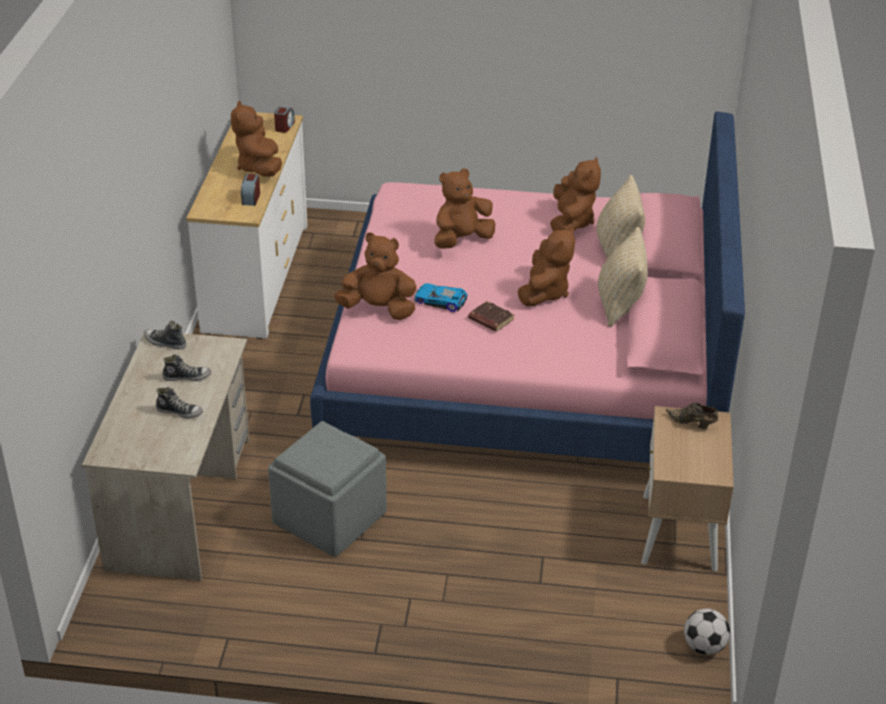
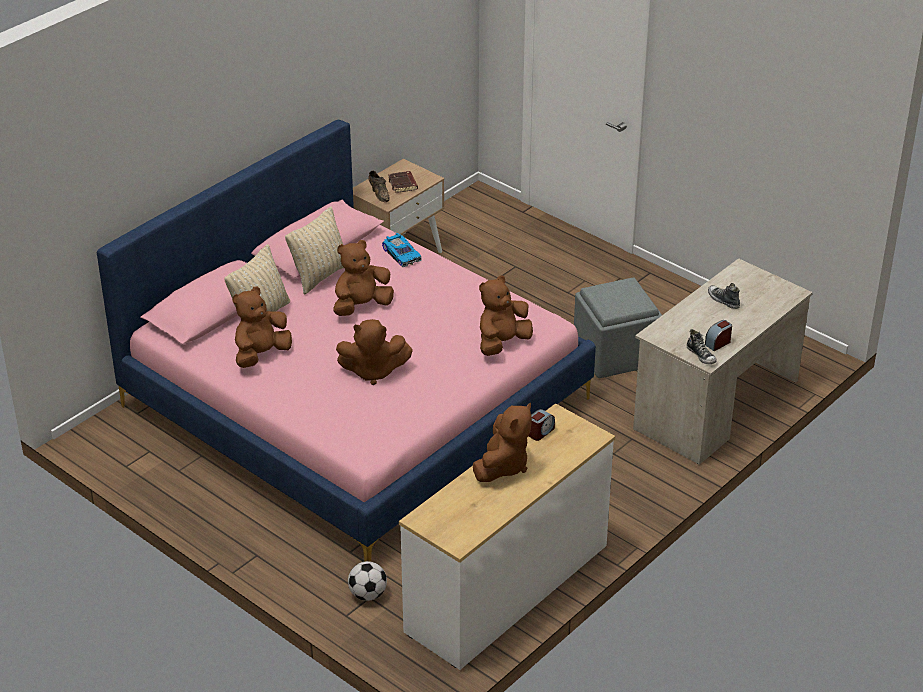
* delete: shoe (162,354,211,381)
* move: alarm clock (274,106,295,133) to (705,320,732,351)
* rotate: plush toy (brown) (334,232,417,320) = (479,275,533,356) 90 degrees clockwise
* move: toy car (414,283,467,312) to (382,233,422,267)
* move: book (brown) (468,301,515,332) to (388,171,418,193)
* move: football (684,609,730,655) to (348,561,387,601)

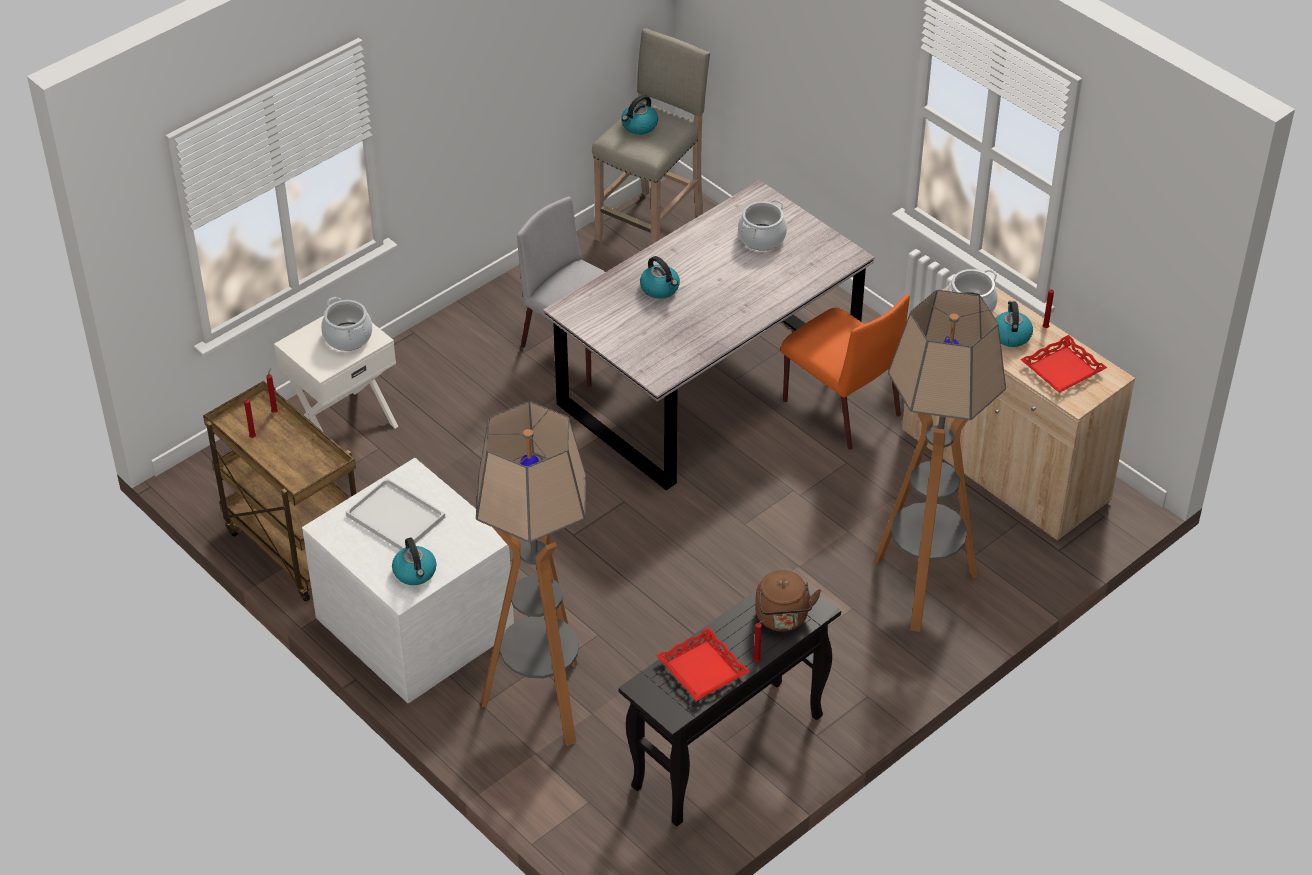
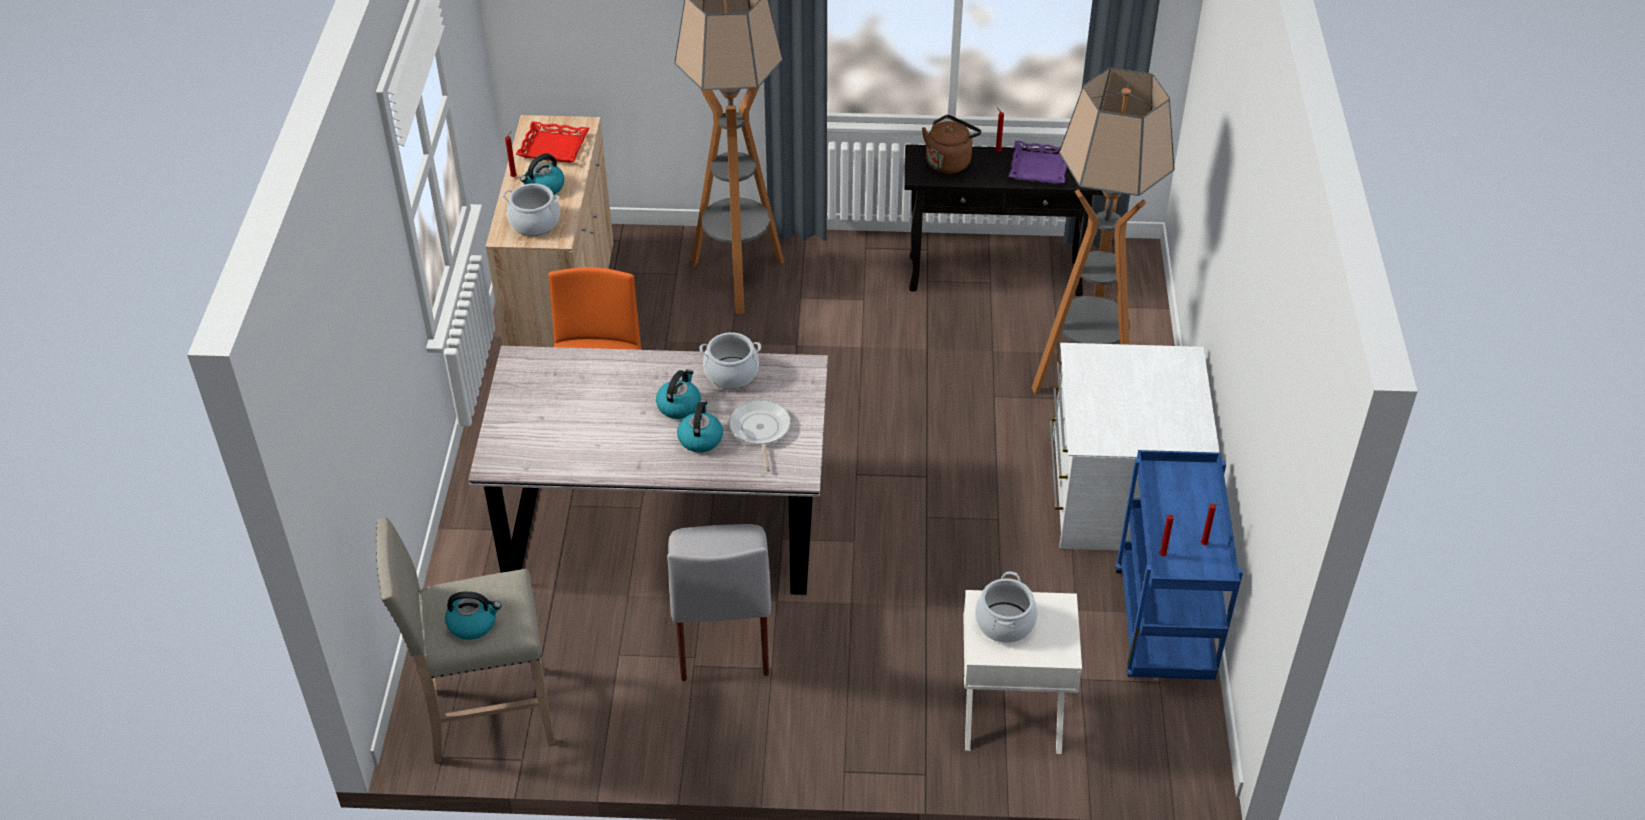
* recolor: cart (brown) (203,381,356,602) to cart (blue) (1115,450,1243,680)
* delete: tray (white) (346,478,445,550)
* move: kettle (392,538,437,585) to (656,369,701,419)
* recolor: tray (red) (656,627,750,701) to tray (purple) (1009,141,1067,184)
* move: cooking pot (738,200,787,251) to (699,332,761,389)
* insert: frying pan (729,400,791,472)

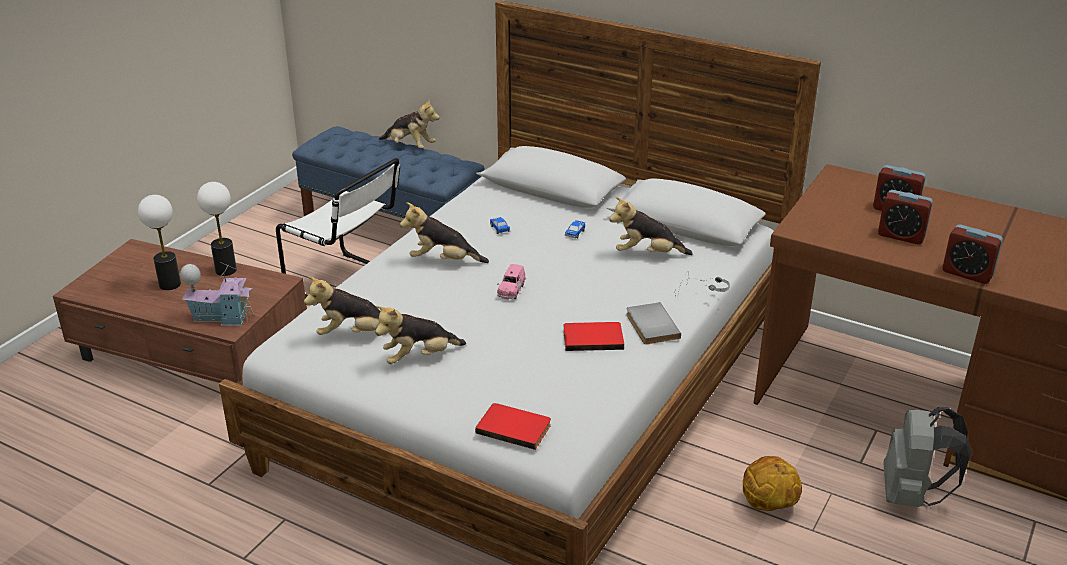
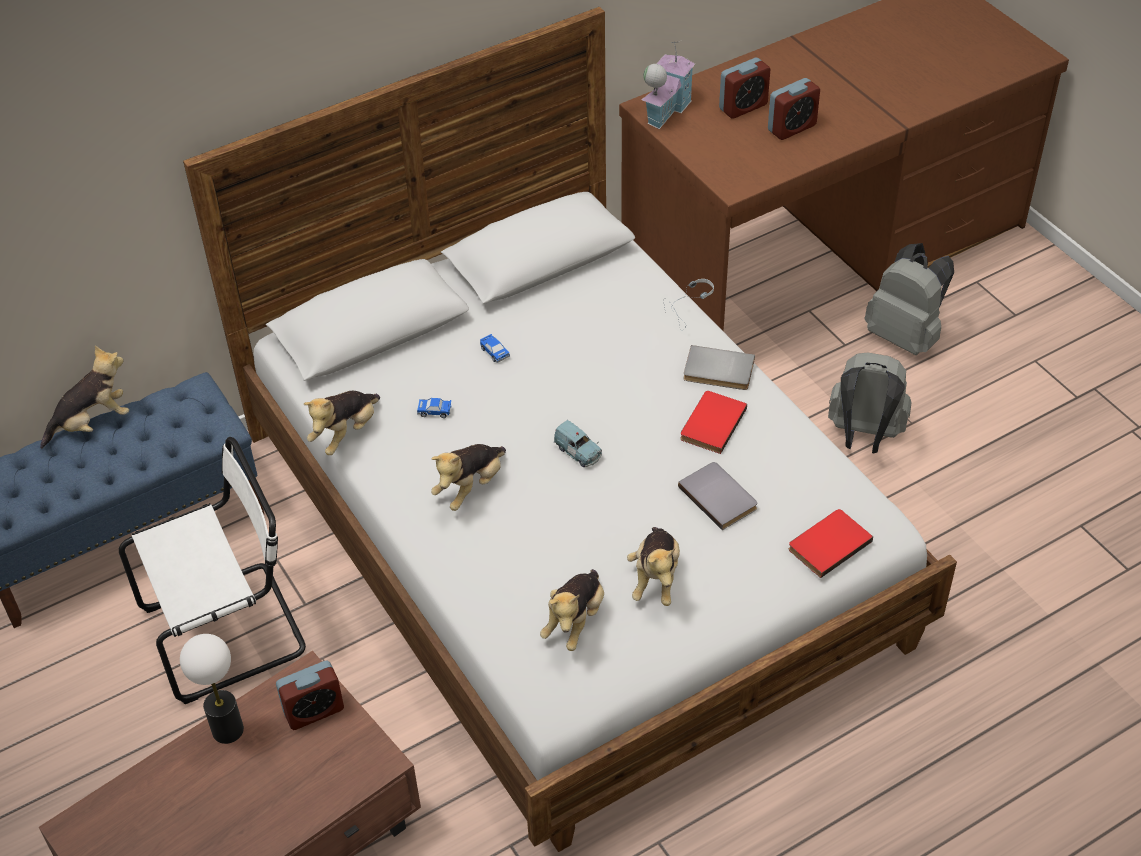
* delete: table lamp (138,195,181,290)
* move: toy house (180,262,254,326) to (641,40,695,129)
* recolor: toy car (pink) (497,264,526,300) to toy car (blue) (554,420,602,467)
* move: plush toy (609,197,692,255) to (304,391,380,455)
* replace: basketball (743,456,802,511) to backpack (grey) (828,353,912,453)
* move: alarm clock (942,224,1003,284) to (276,660,344,730)
* insert: book (grey) (678,462,757,530)

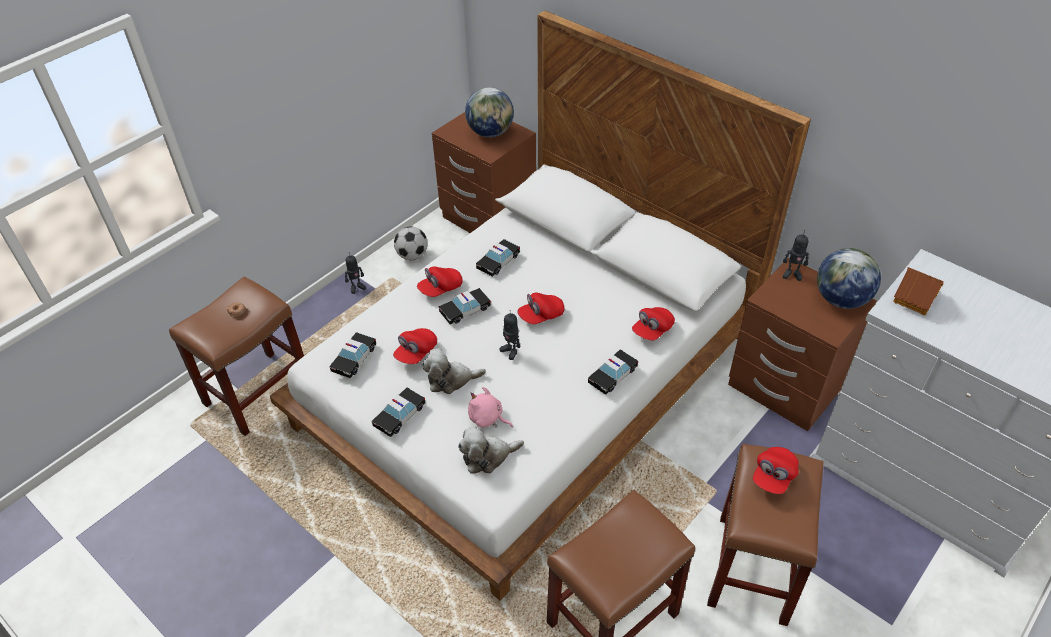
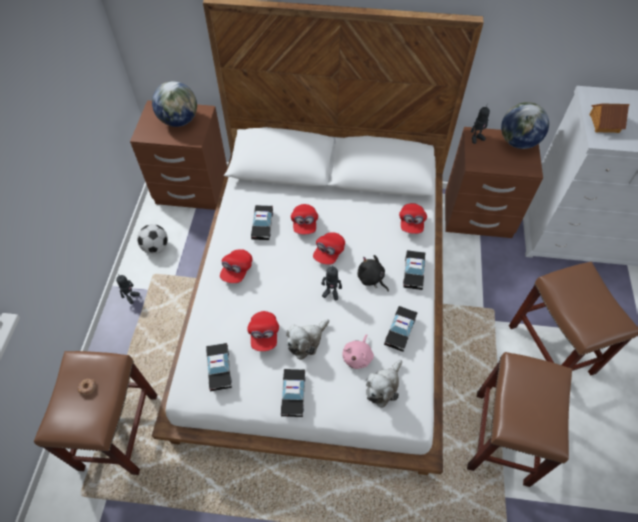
* move: toy car (439,288,491,324) to (384,306,418,352)
* rotate: plush toy (pink) (468,387,513,428) = (342,334,374,369) 60 degrees counterclockwise
* move: cap (red) (753,447,799,494) to (291,204,318,234)
* insert: plush toy (black) (358,255,389,292)

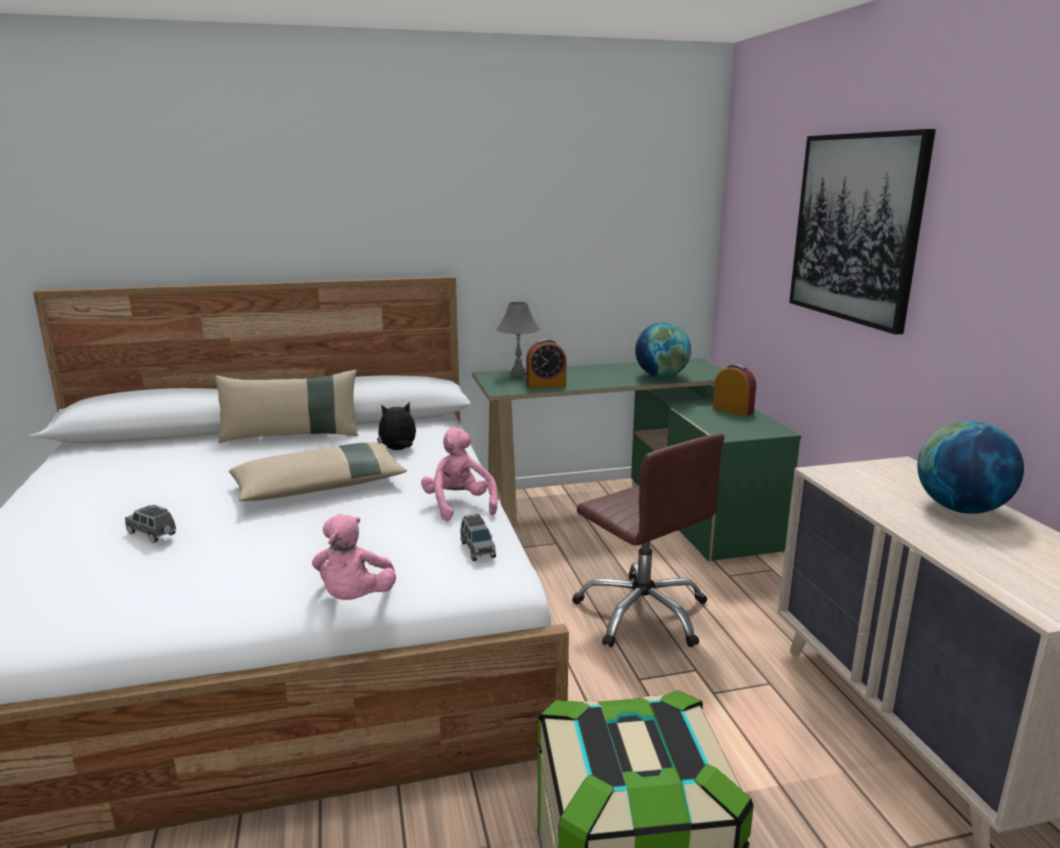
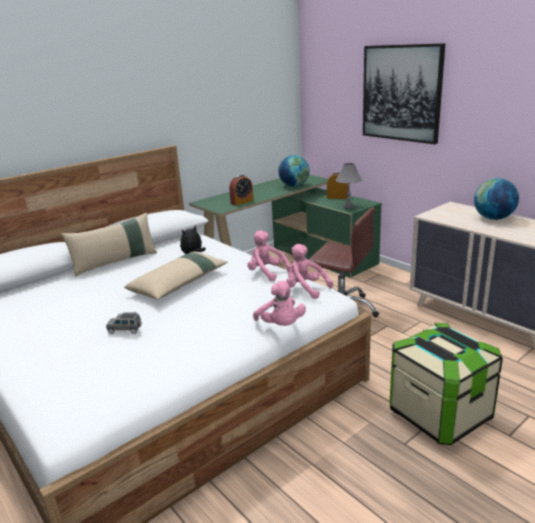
* replace: toy car (grey) (460,514,496,561) to plush toy (pink) (286,244,333,299)
* move: table lamp (grey) (496,302,540,376) to (336,163,362,209)

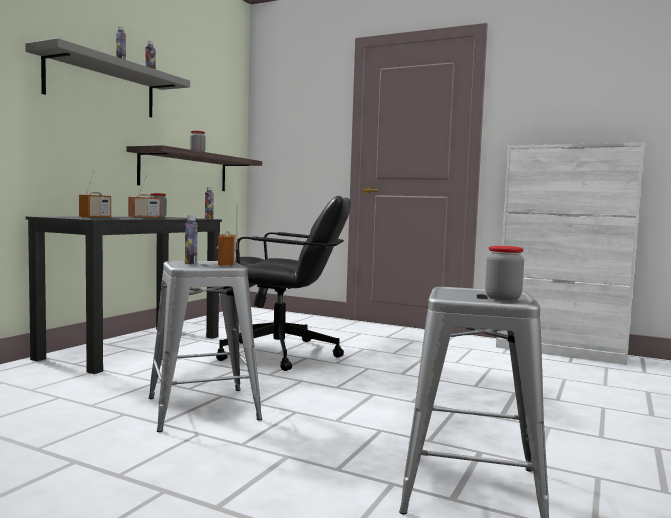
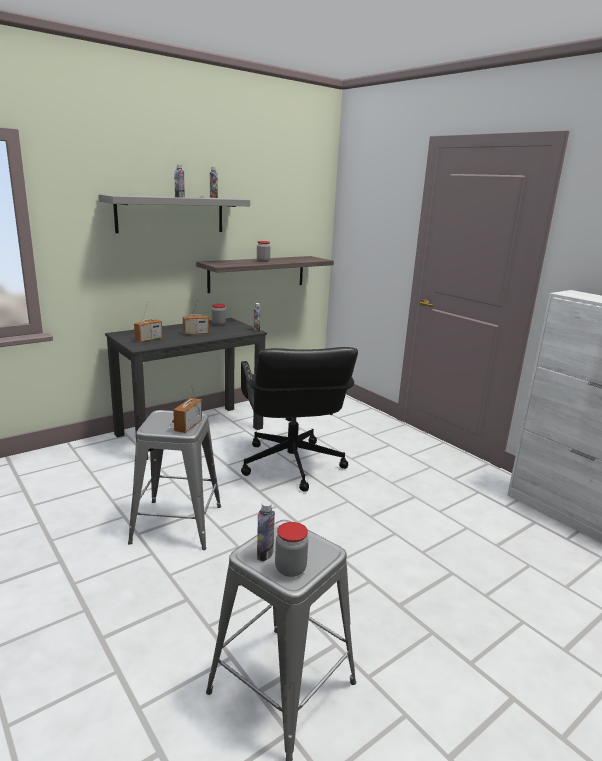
* move: bottle (185,215,198,264) to (257,501,275,562)
* rotate: office chair (black) (216,196,351,371) = (241,347,358,492) 45 degrees clockwise

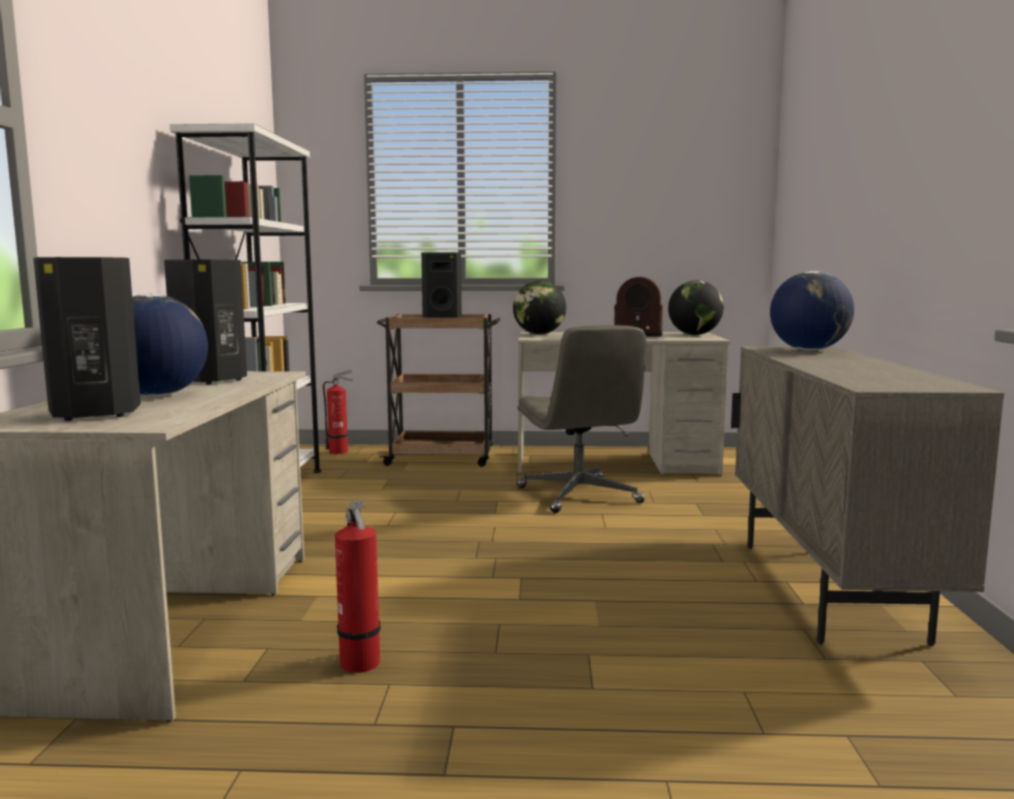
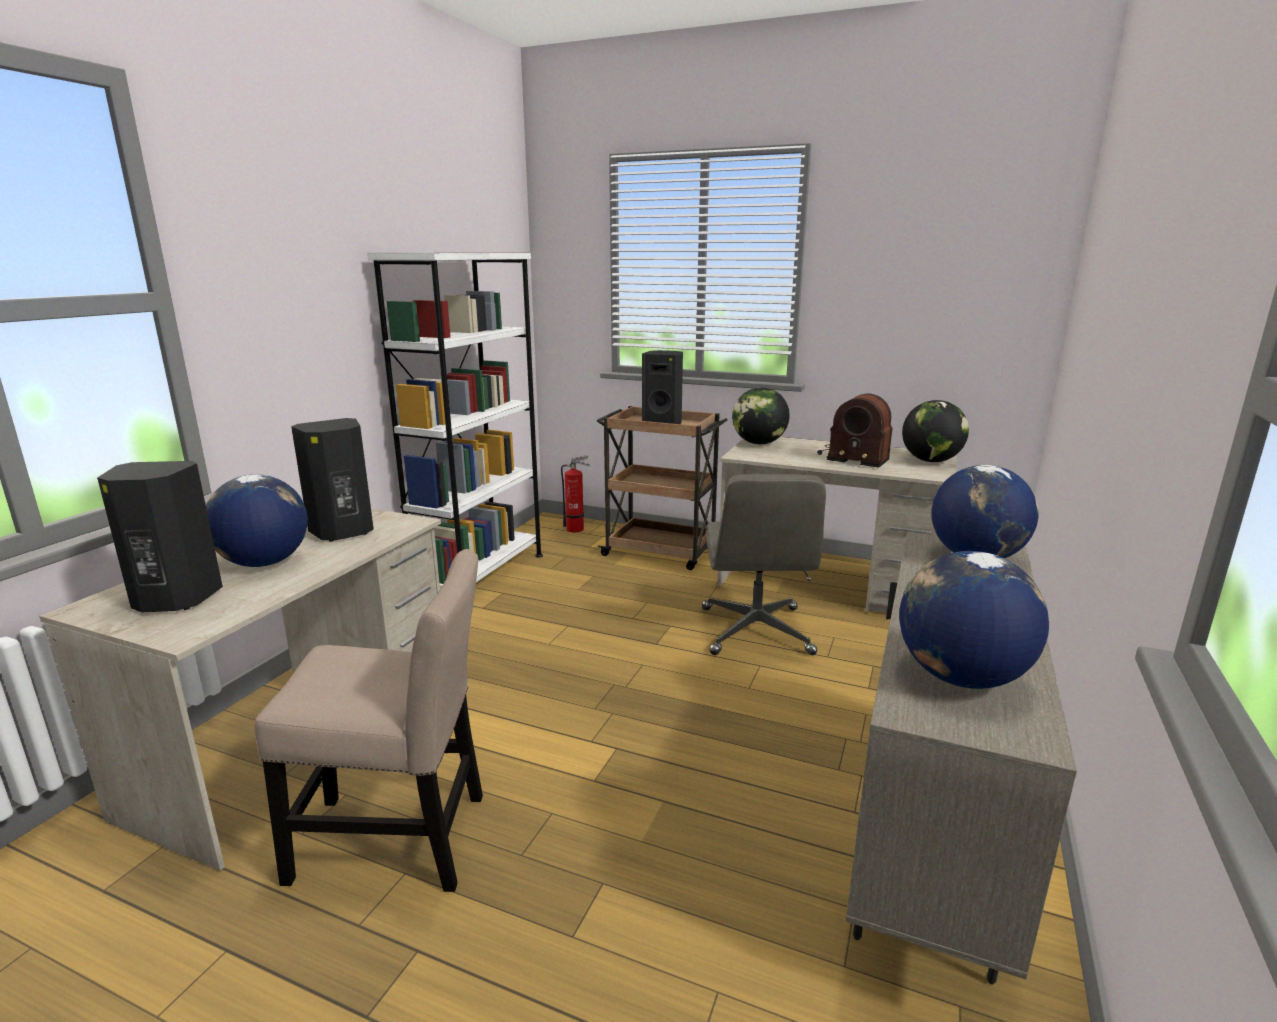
* replace: fire extinguisher (335,501,380,673) to chair (beige) (255,549,483,892)
* insert: globe (899,551,1049,689)

